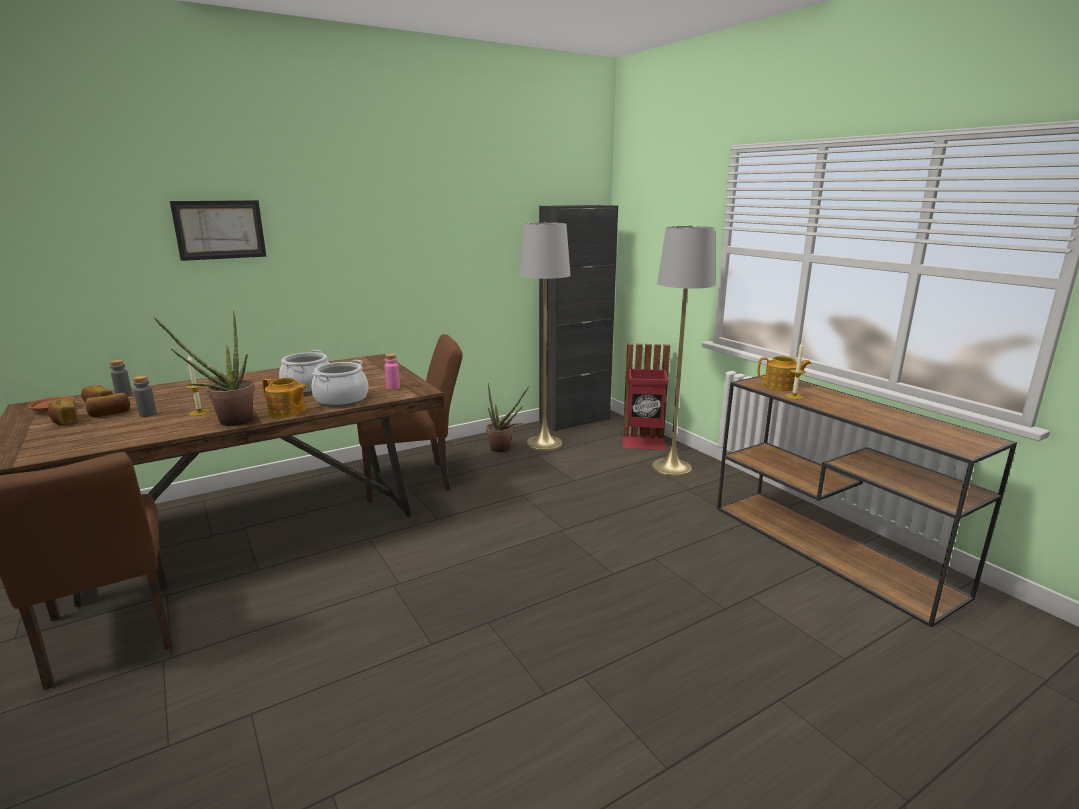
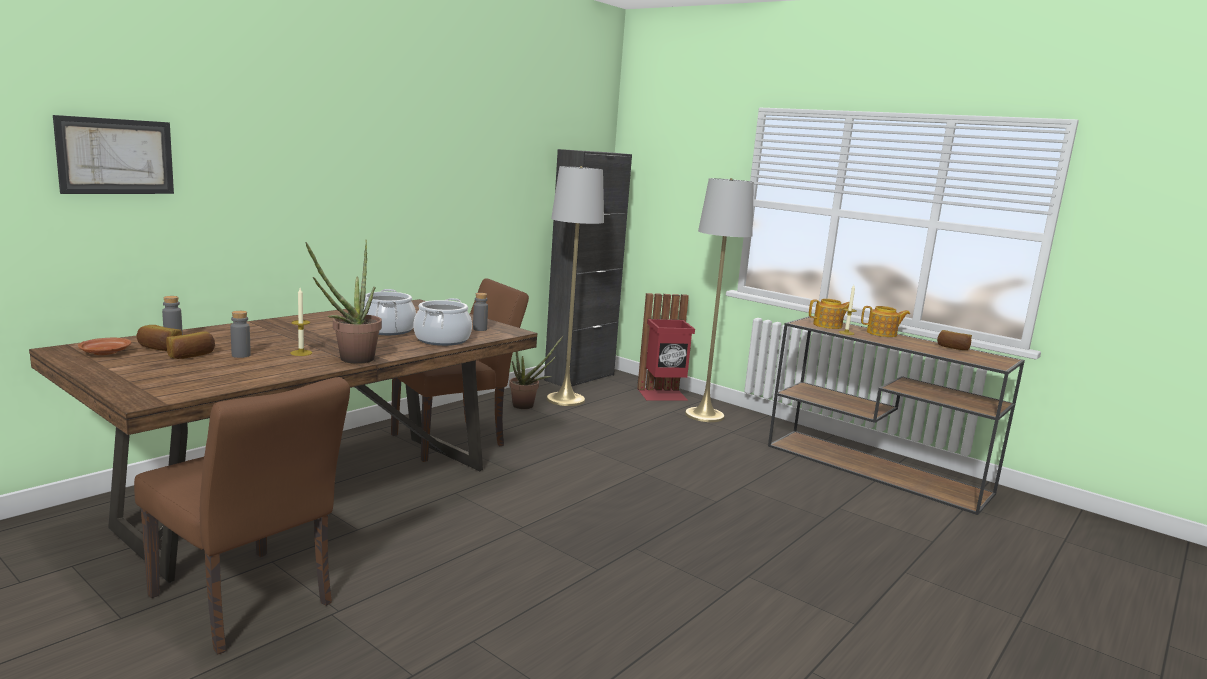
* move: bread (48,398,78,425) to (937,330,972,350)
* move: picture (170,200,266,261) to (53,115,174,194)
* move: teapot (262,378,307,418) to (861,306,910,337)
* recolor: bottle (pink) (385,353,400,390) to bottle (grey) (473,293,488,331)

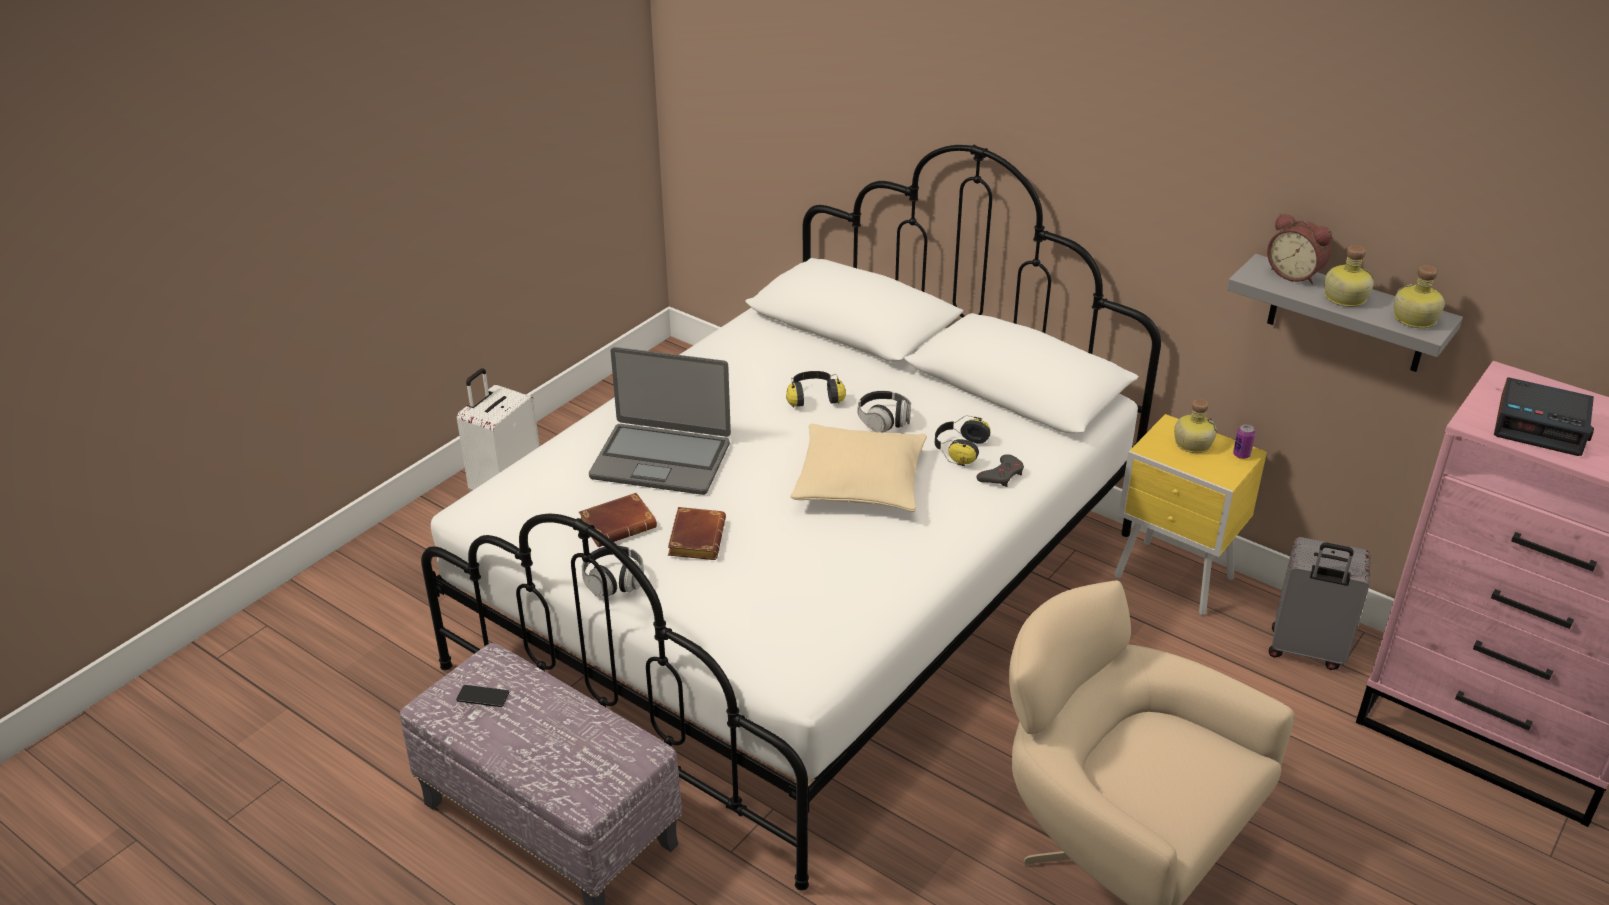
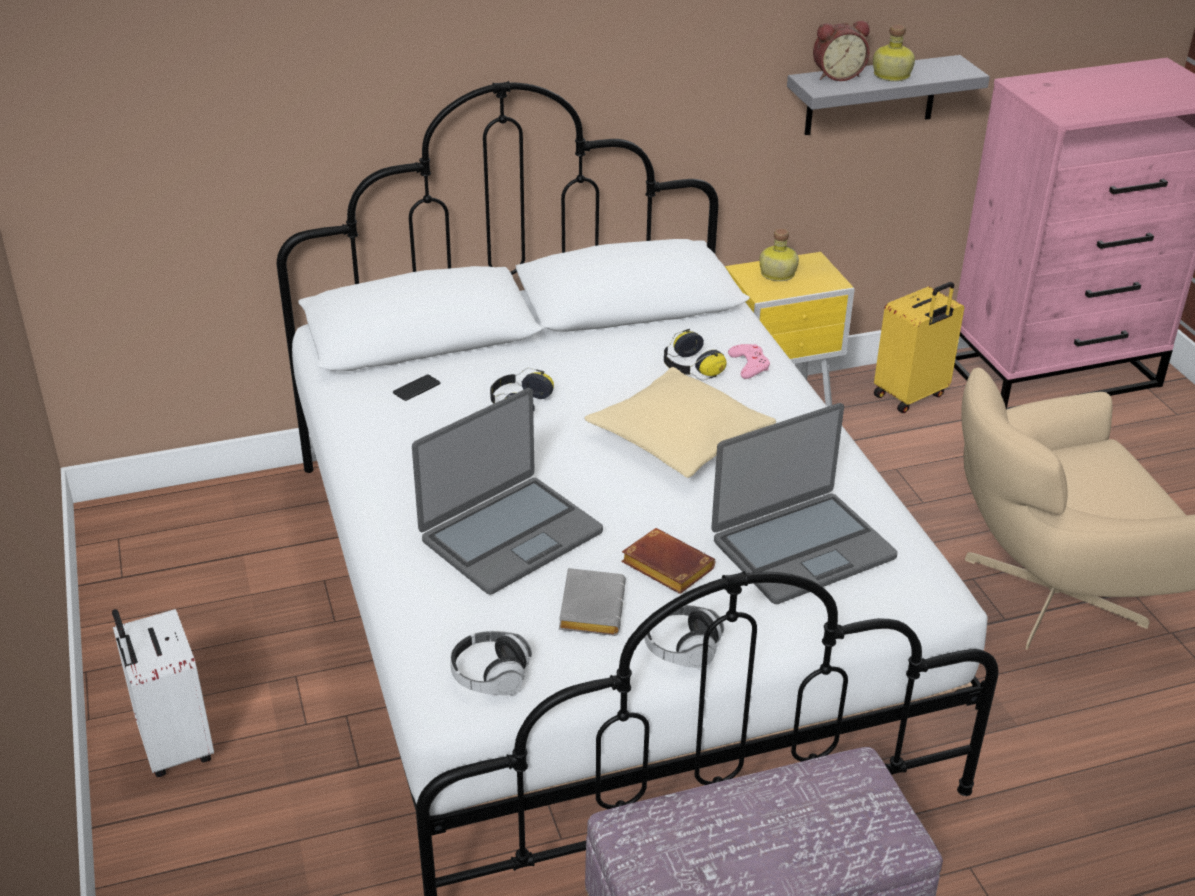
* move: phone (456,685,509,707) to (393,374,440,401)
* recolor: book (brown) (579,493,657,547) to book (grey) (559,568,626,636)
* move: headphones (858,391,911,432) to (450,631,532,696)
* recolor: game controller (grey) (976,454,1024,487) to game controller (pink) (728,344,770,379)
* delete: can (1233,424,1255,459)
* recolor: suitcase (grey) (1269,537,1371,670) to suitcase (yellow) (874,282,964,413)
* delete: bottle (1394,265,1445,328)
* delete: alarm clock (1494,377,1594,456)
* insert: laptop (711,403,898,604)

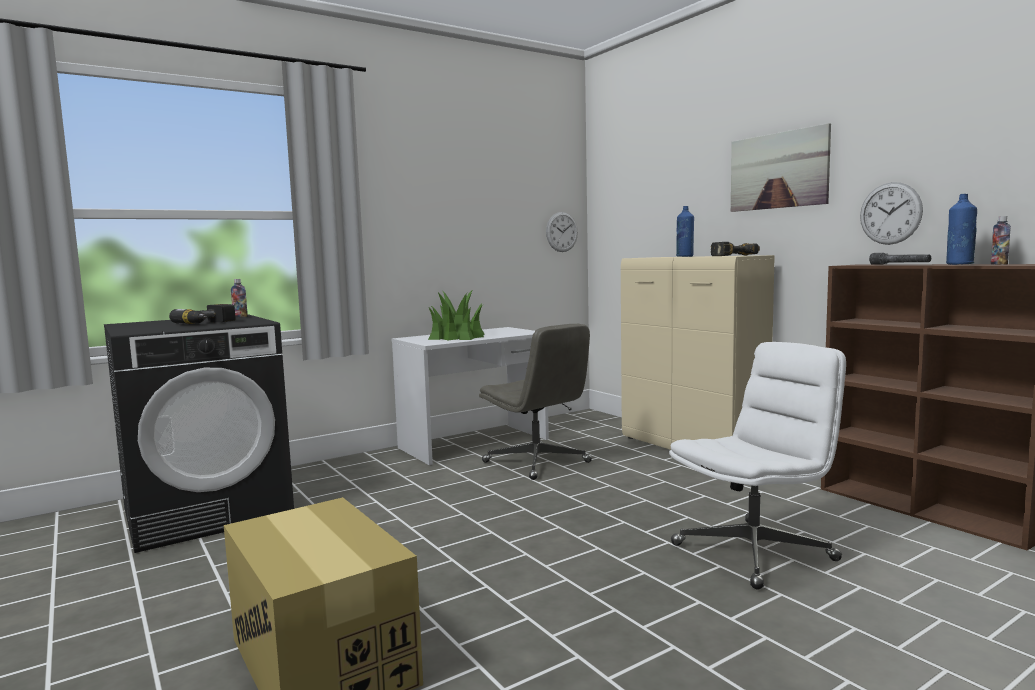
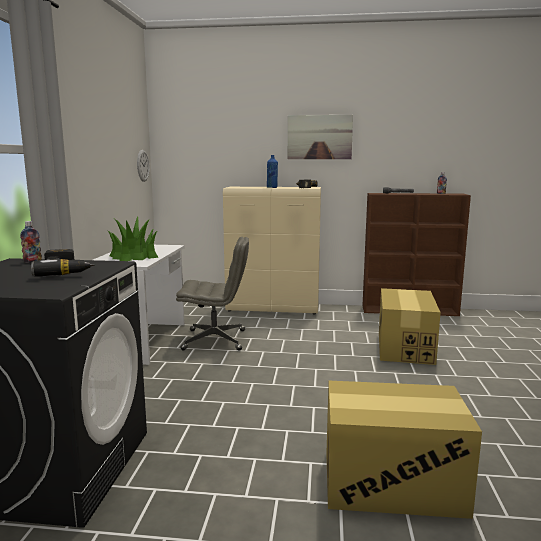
* replace: office chair (white) (669,342,846,589) to cardboard box (379,288,441,365)
* delete: wall clock (860,182,923,245)
* delete: bottle (blue) (946,194,977,265)

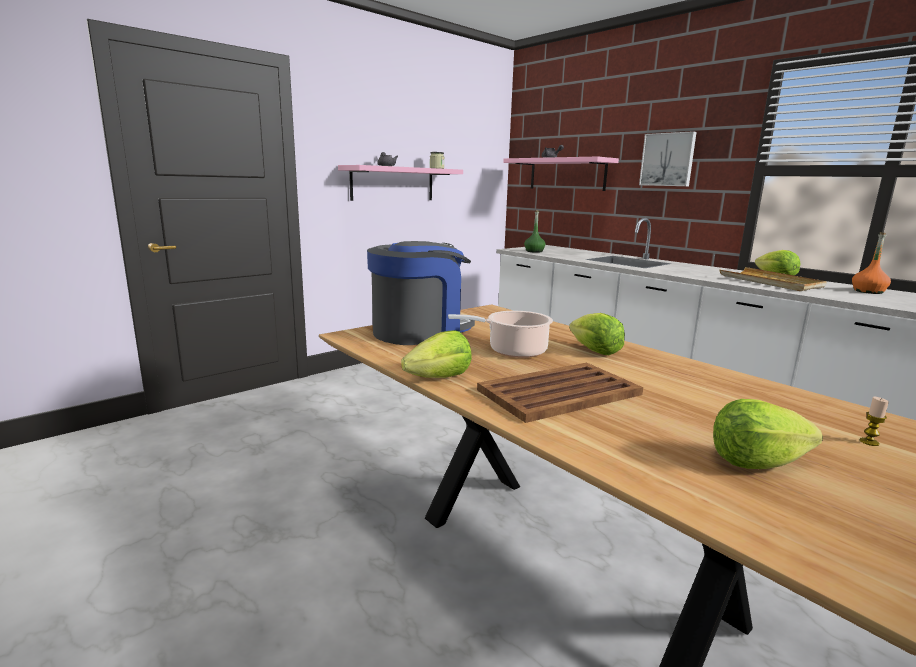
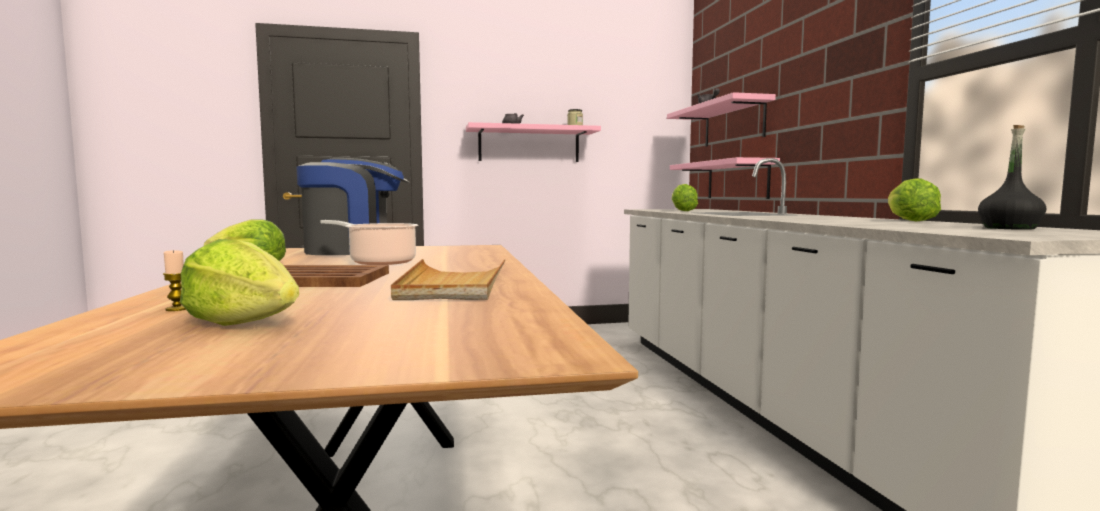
* delete: bottle (green) (524,210,545,253)
* move: lettuce (569,313,625,355) to (672,184,698,211)
* delete: picture (639,131,697,186)
* move: tray (beige) (719,267,827,291) to (391,259,506,300)
* recolor: bottle (orange) (852,232,891,294) to bottle (black) (978,125,1046,230)
* move: candle (860,397,889,446) to (163,250,186,311)
* insert: shelf (pink) (670,157,780,199)

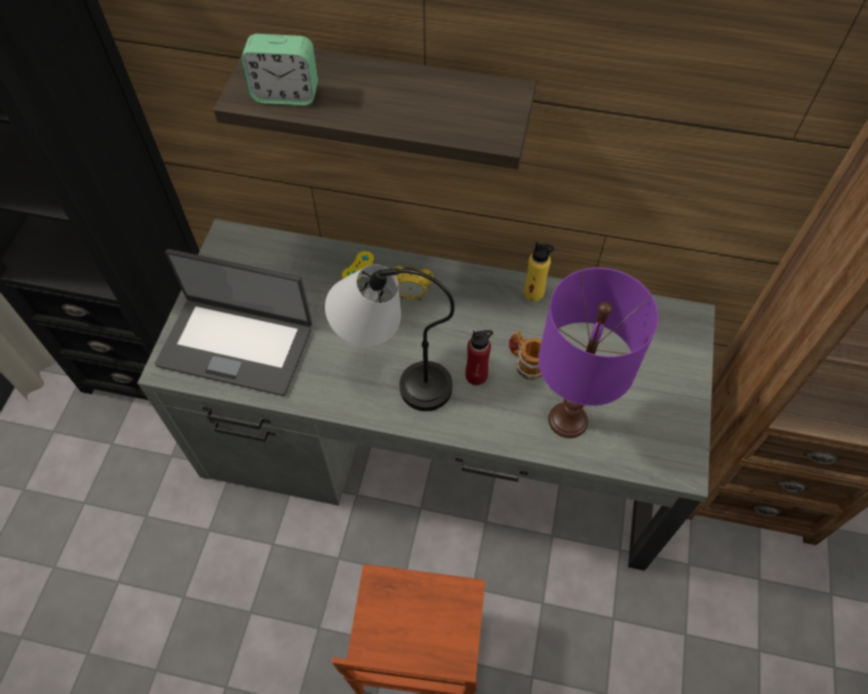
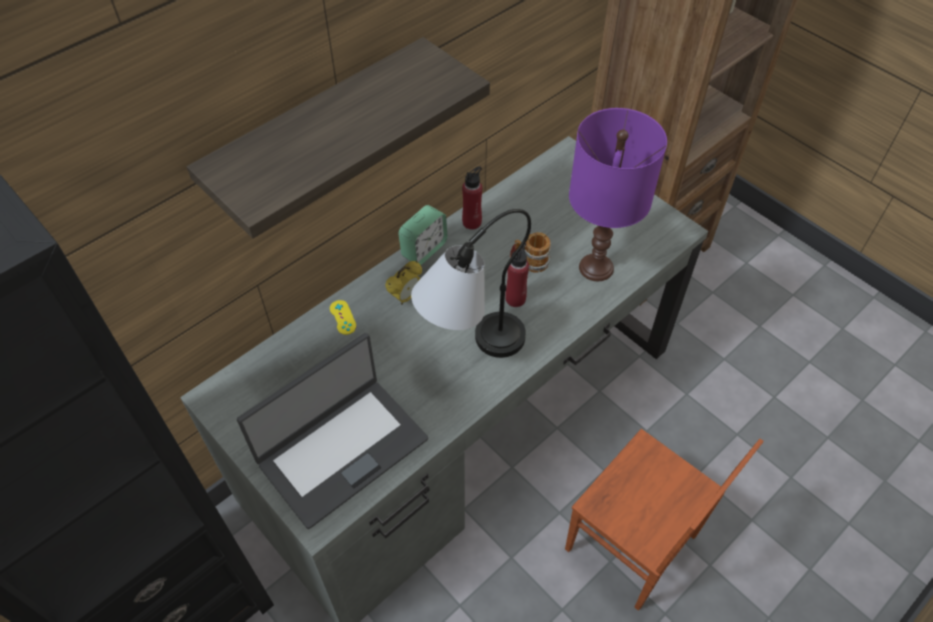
* move: alarm clock (241,34,318,106) to (398,205,448,265)
* recolor: bottle (yellow) (524,242,554,301) to bottle (red) (462,166,482,230)

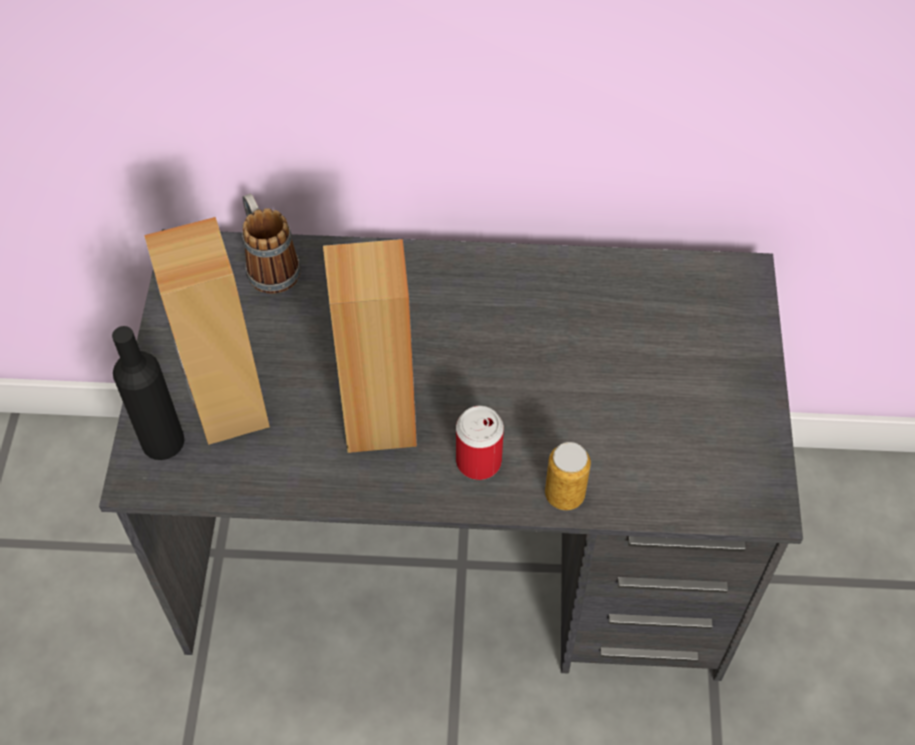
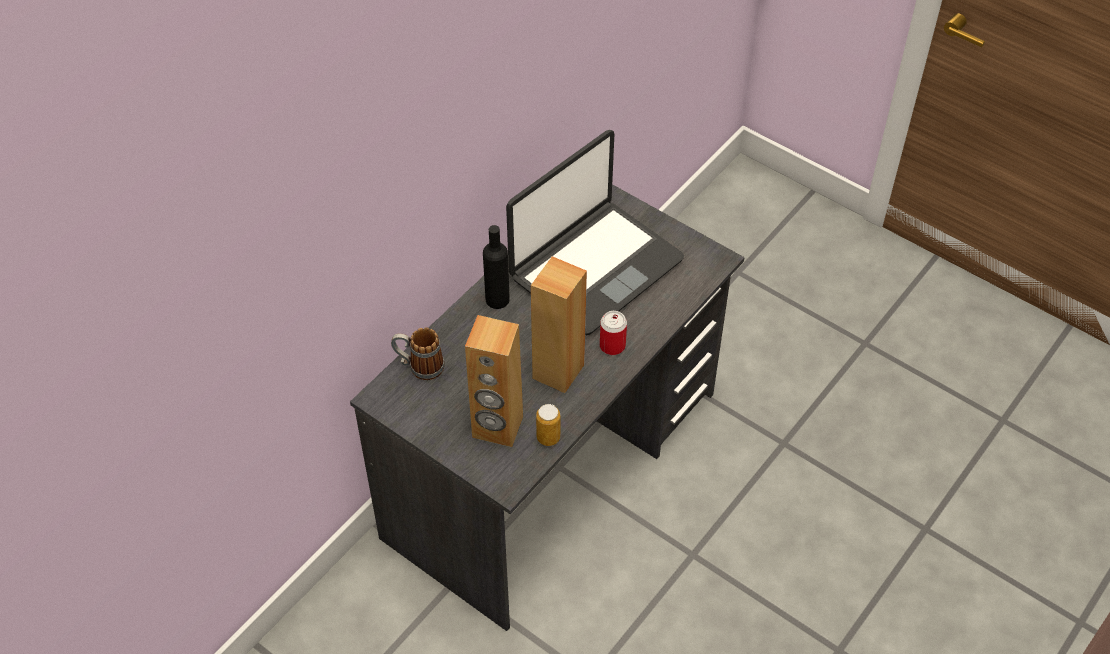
* move: bottle (black) (112,326,184,460) to (483,225,510,309)
* move: can (545,442,591,510) to (536,404,560,446)
* insert: laptop (506,130,684,335)

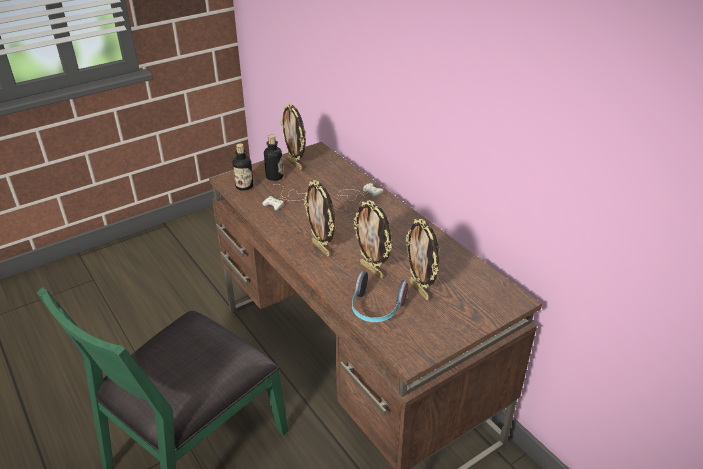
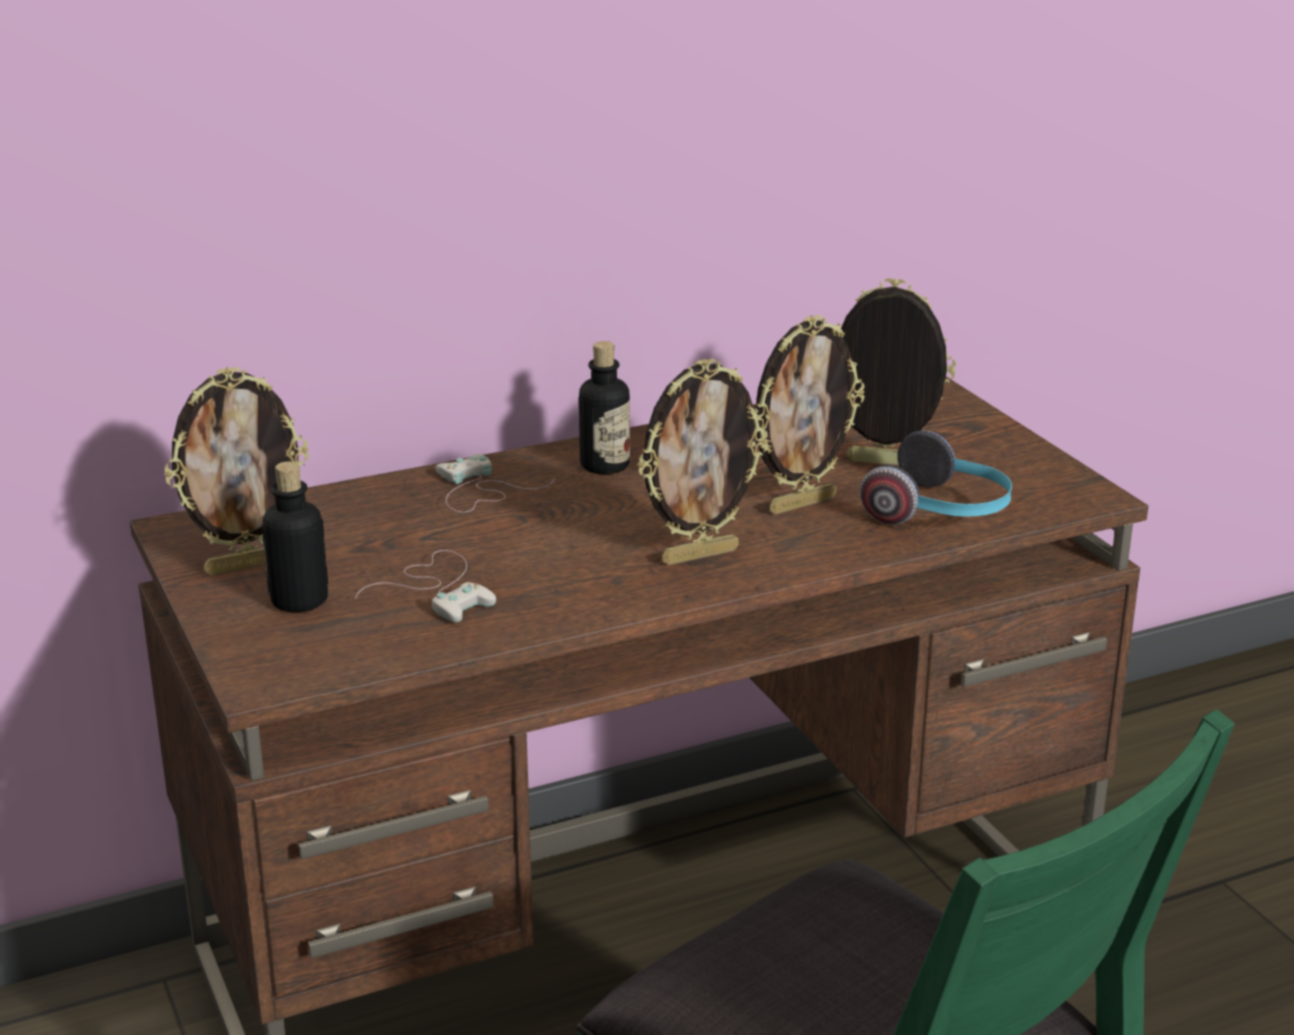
* move: bottle (233,143,253,191) to (579,341,630,474)
* rotate: picture frame (405,219,440,300) = (841,278,956,465) 150 degrees counterclockwise

